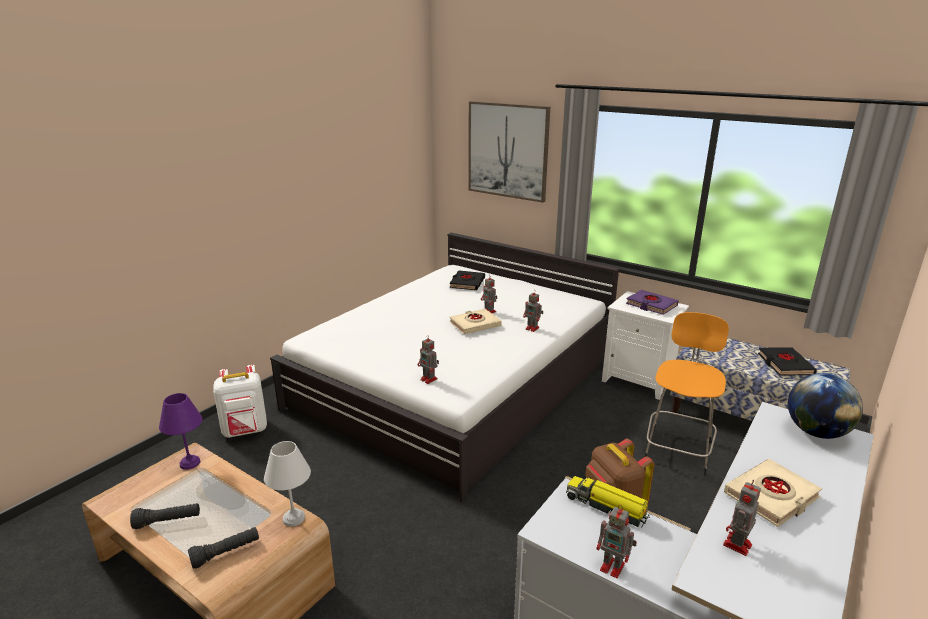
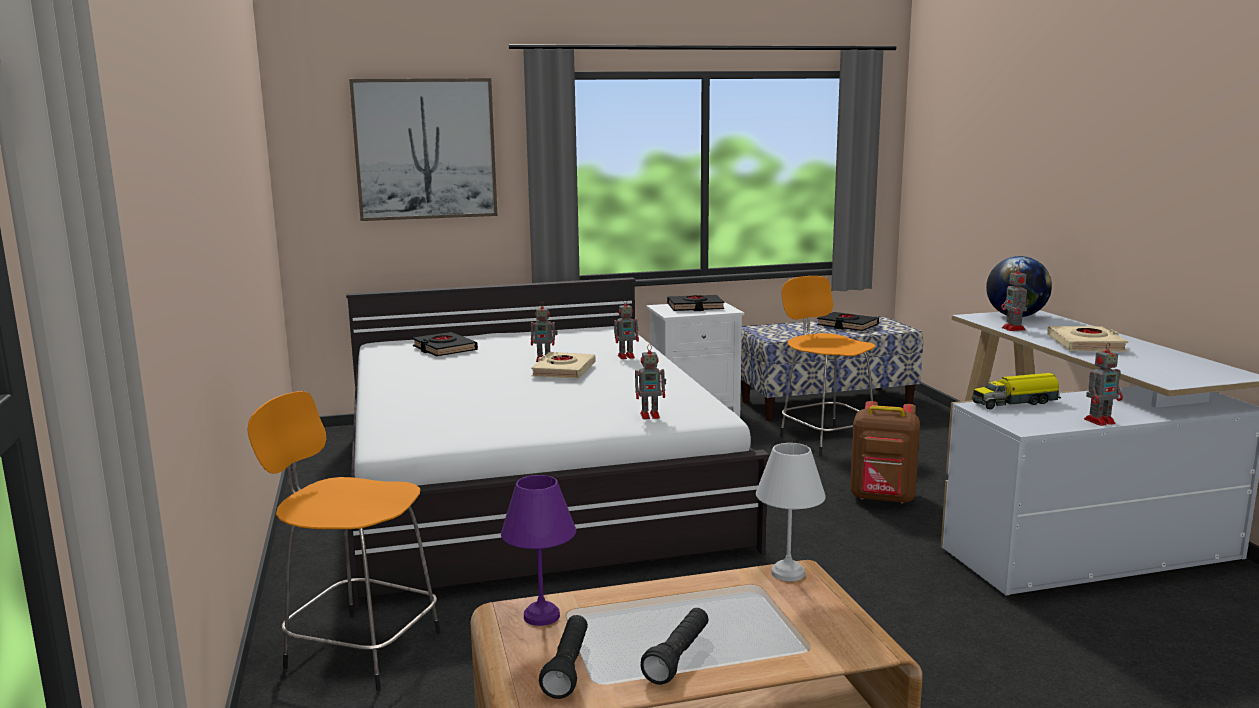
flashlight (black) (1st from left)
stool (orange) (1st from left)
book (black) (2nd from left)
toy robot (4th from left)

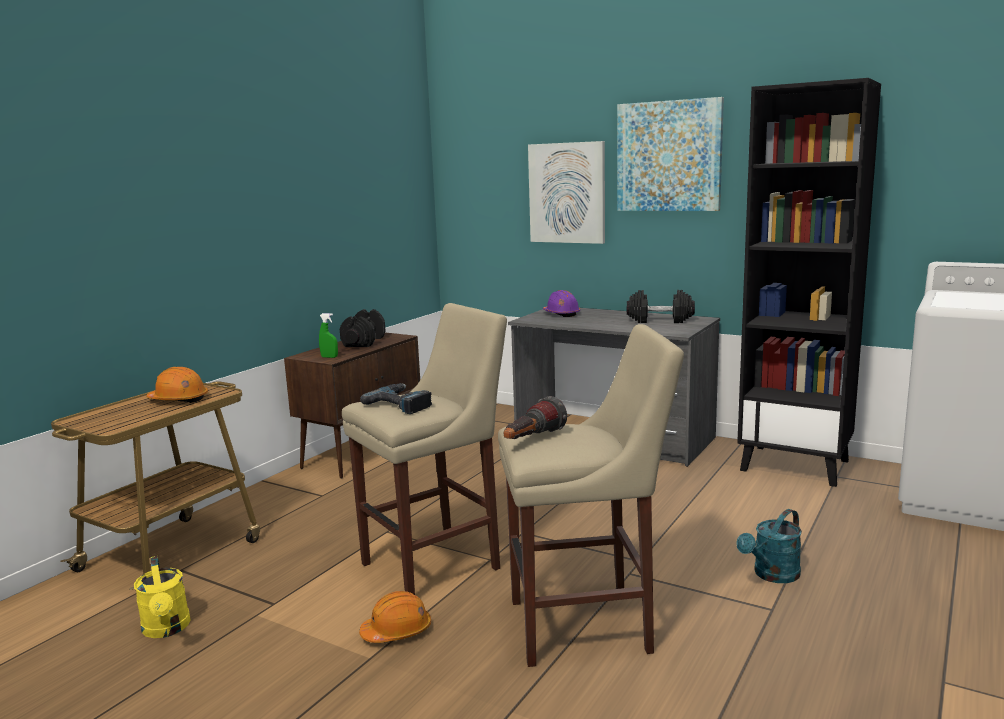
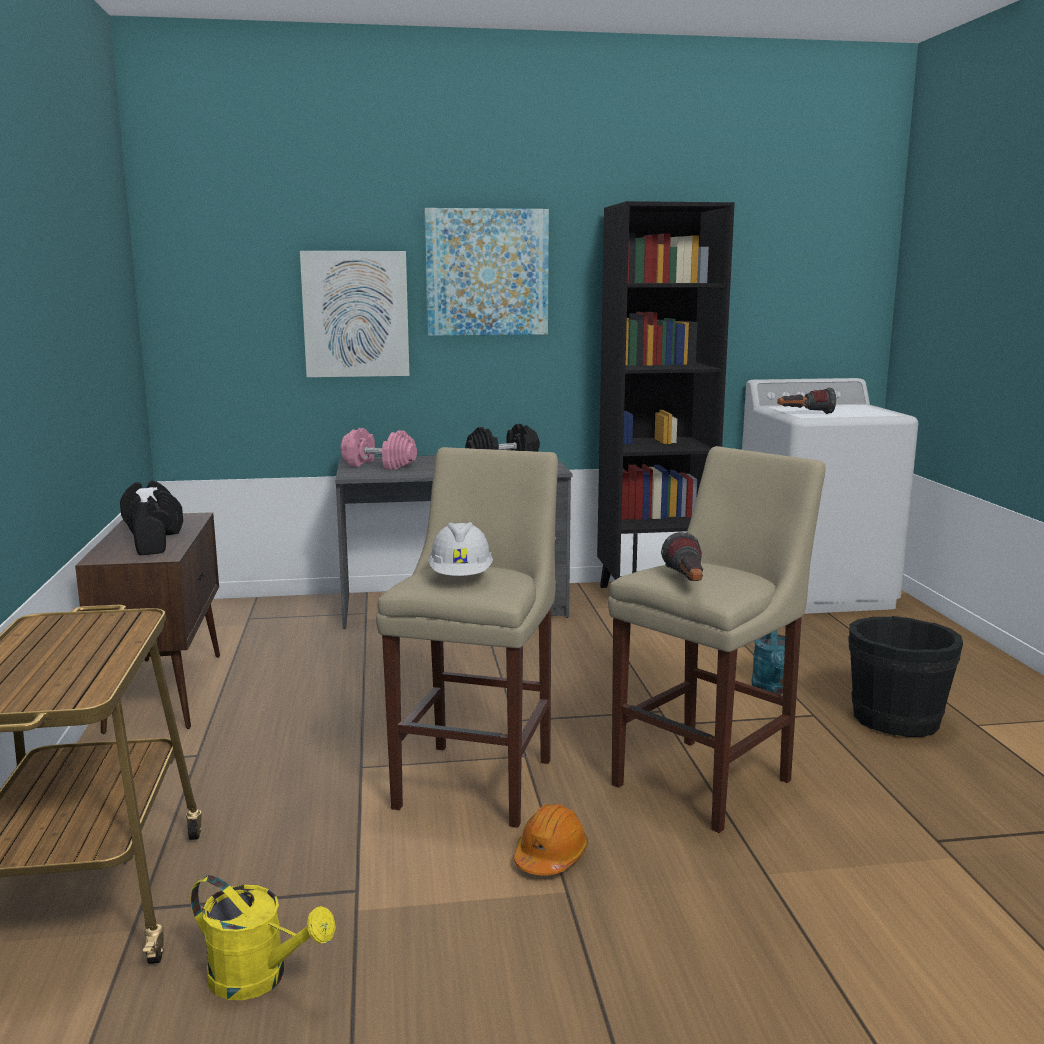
hard hat (orange) (1st from left in the first image)
spray bottle (black)
hard hat (white)
dumbbell (pink)
flashlight (2nd from left)
bucket (black)

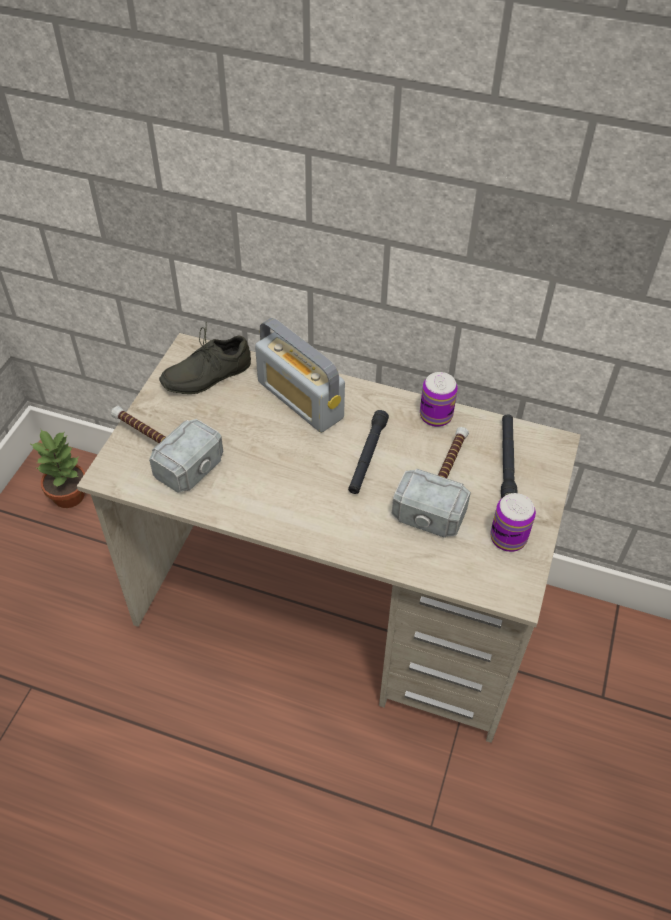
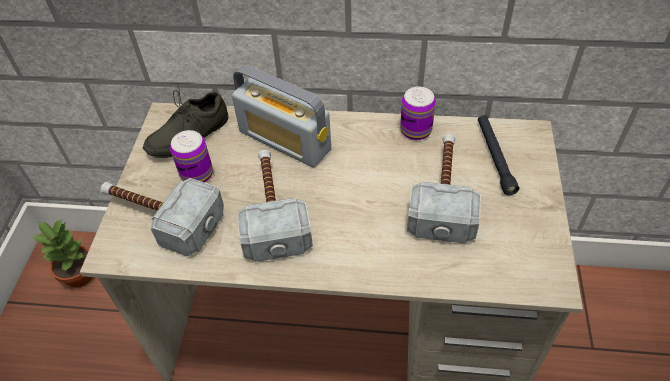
flashlight (black) (1st from left in the first image)
can (1st from left)
hammer (2nd from left)

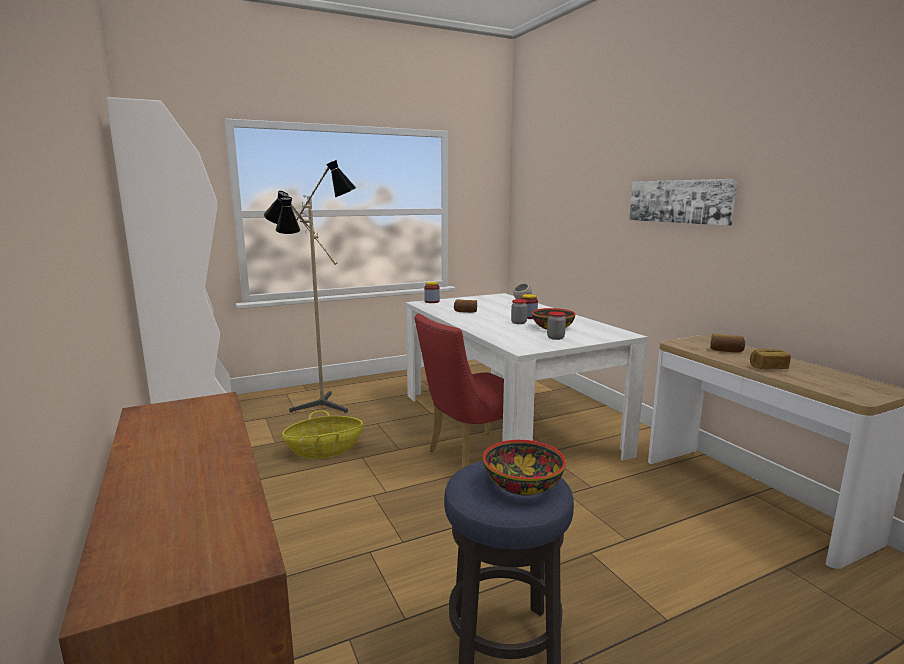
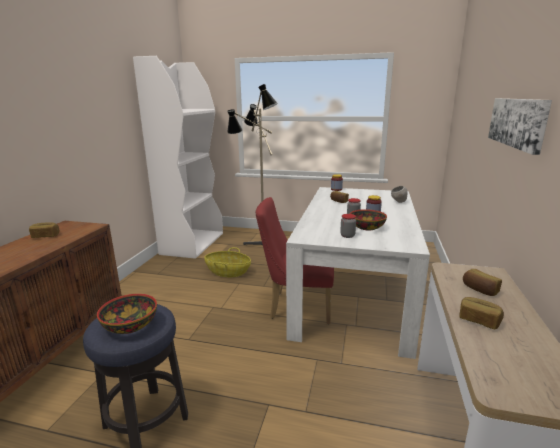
bread (1st from left)

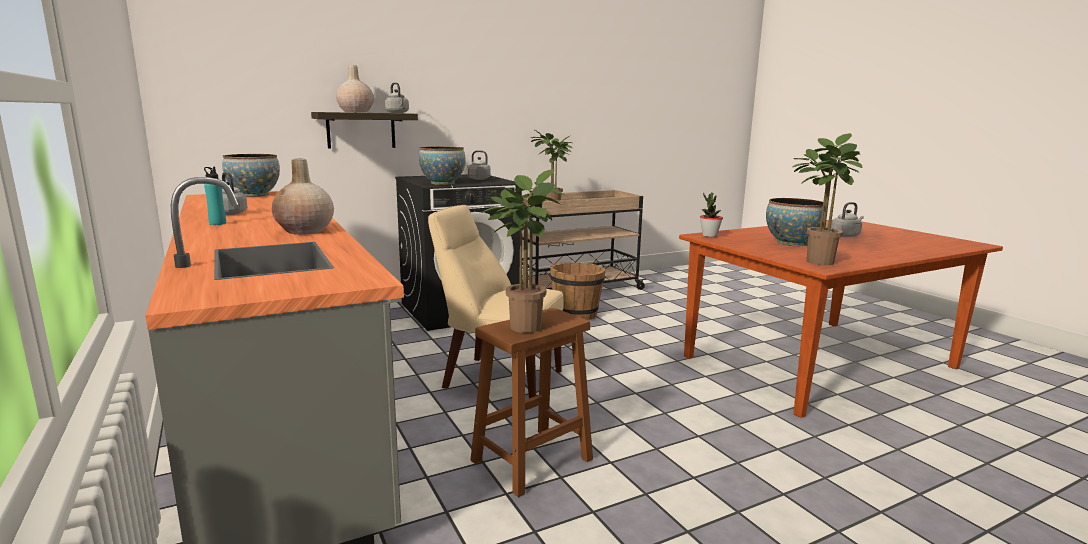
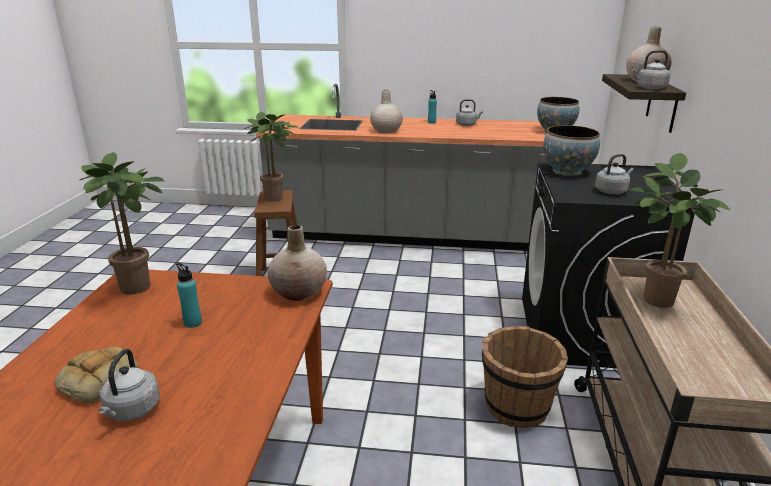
chair (beige)
vase (beige) (1st from left)
bottle (turquoise) (1st from left)
bread

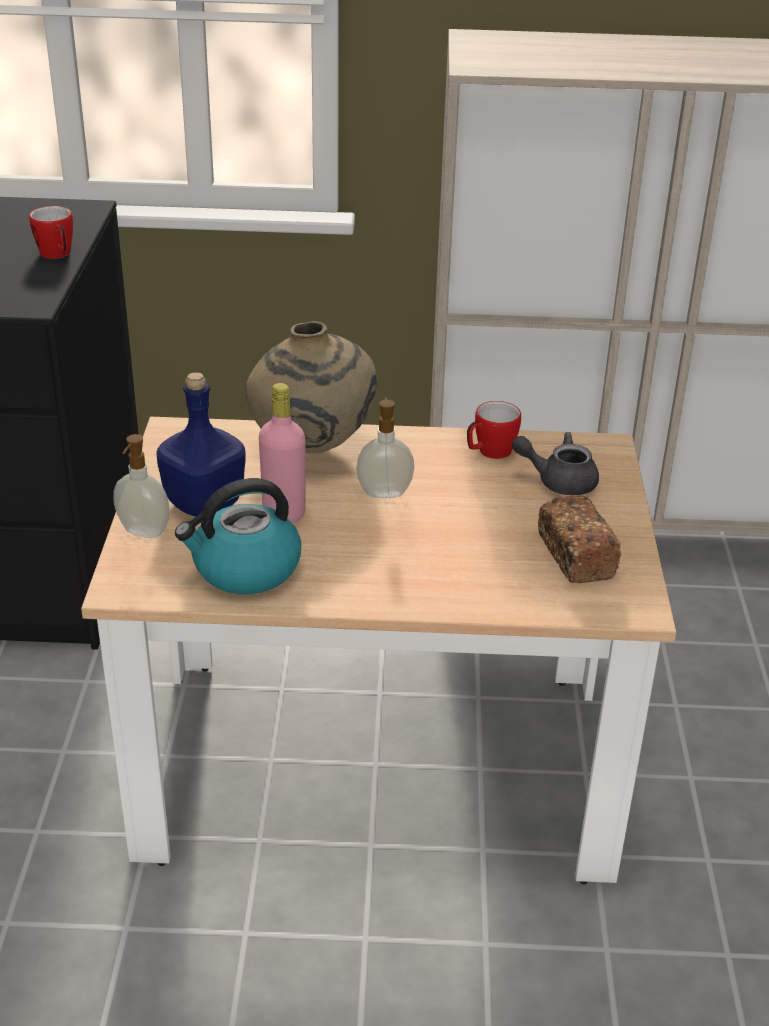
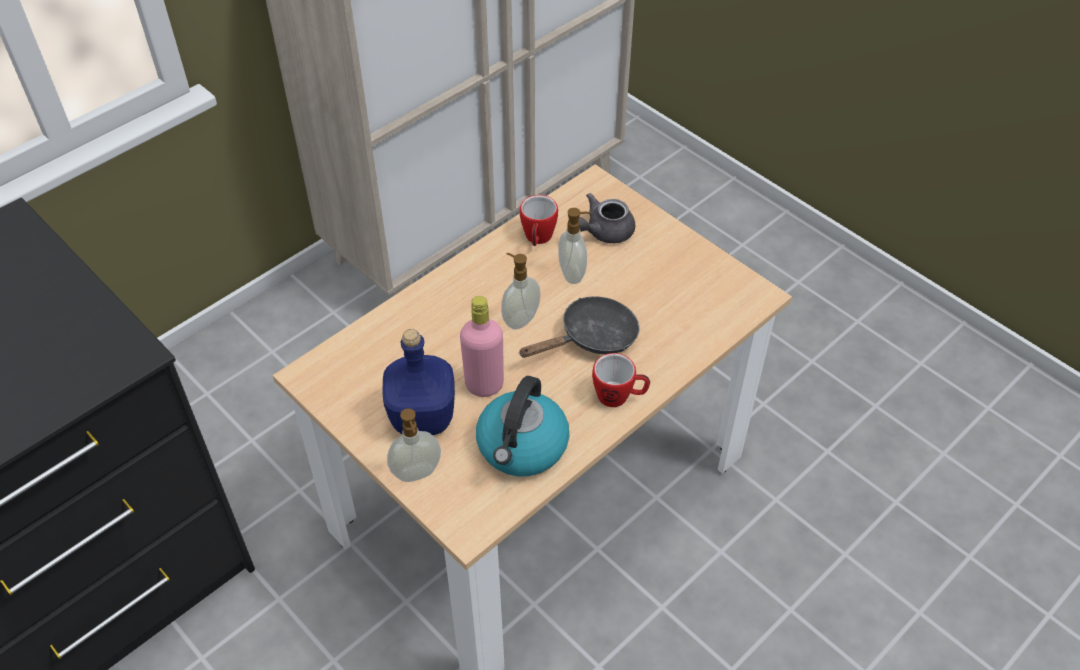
mug (2nd from left)
vase (beige)
bread
frying pan (black)
soap dispenser (3rd from left)

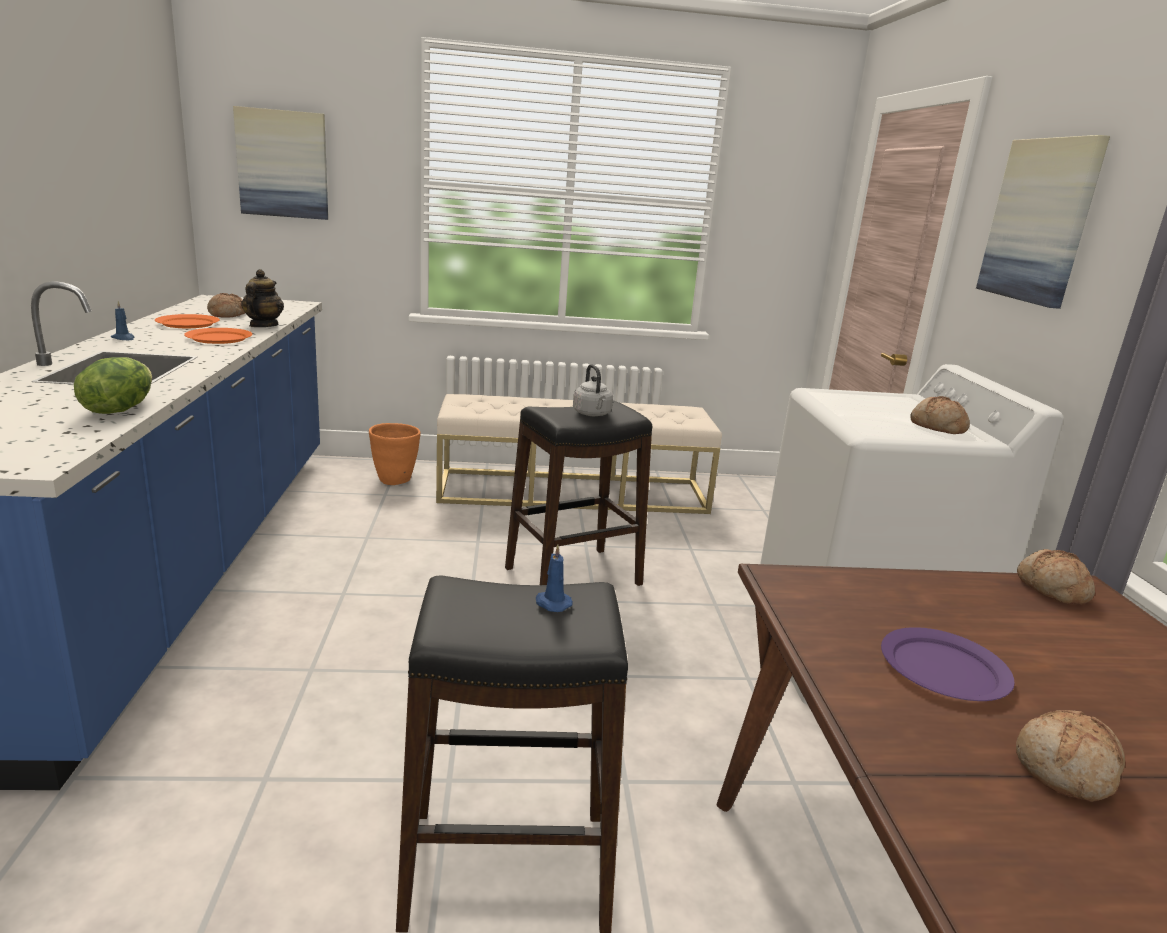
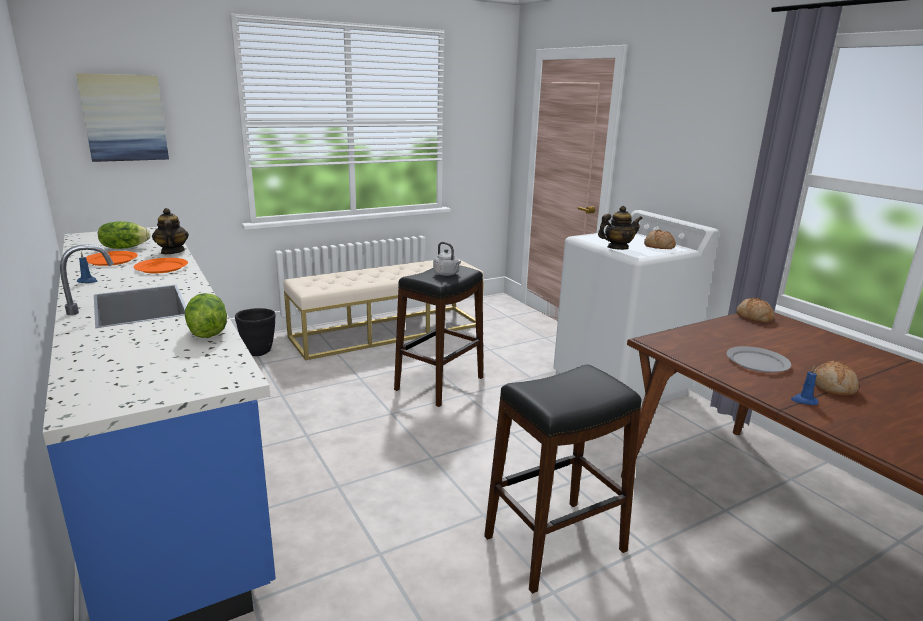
lettuce (1st from left)
planter (black)
candle (blue) (2nd from left)
plate (grey)
picture (2nd from left in the first image)
teapot (2nd from left)

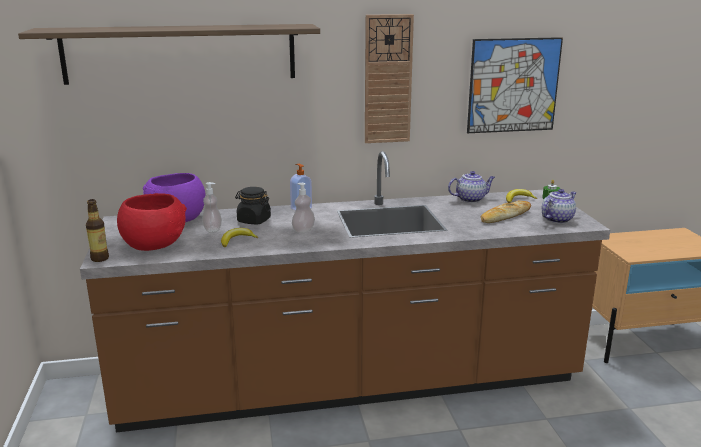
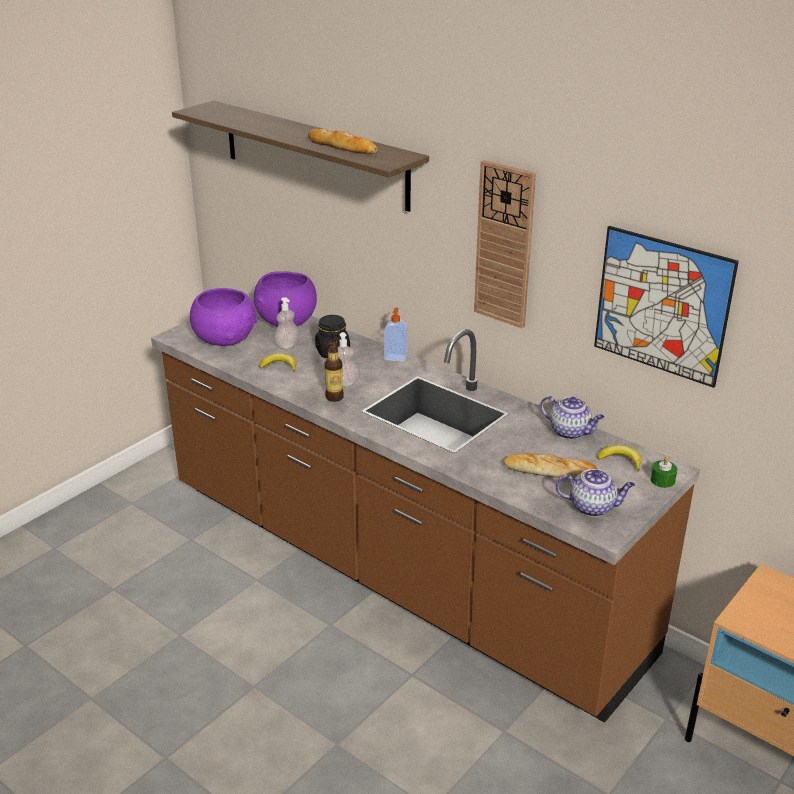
bottle
bowl (purple) (1st from left)
bread (1st from left)

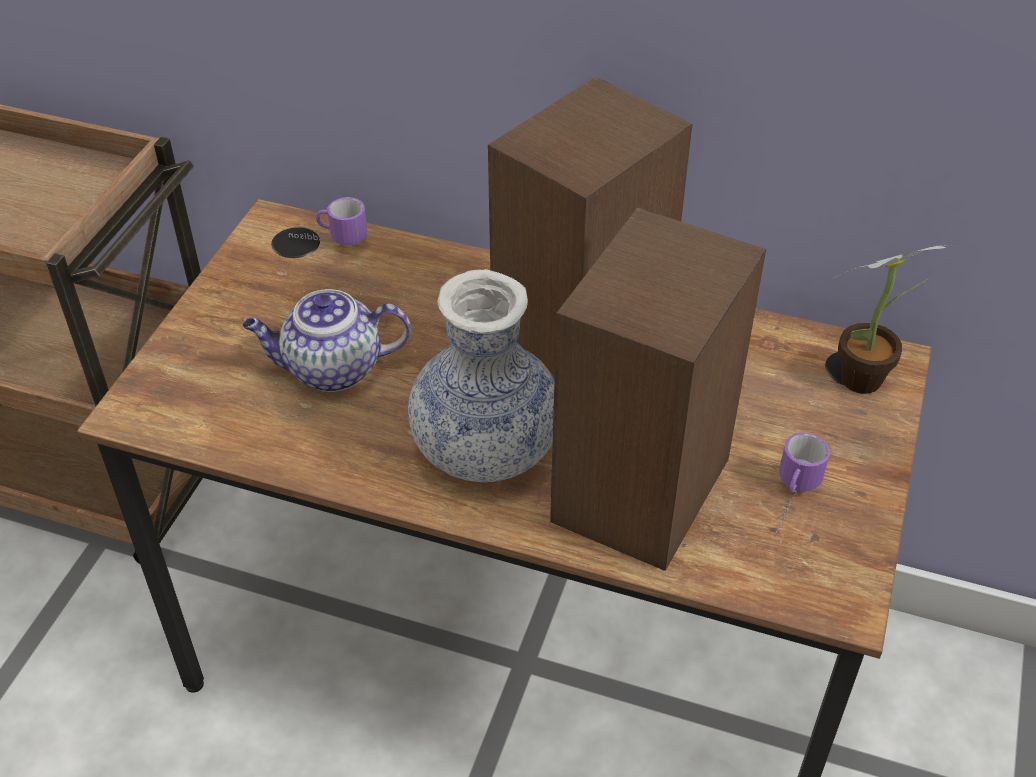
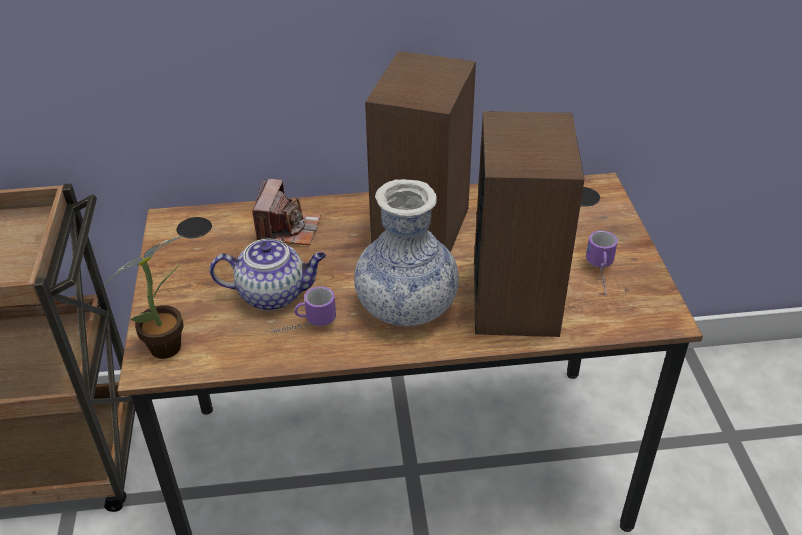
teapot
mug (1st from left)
potted plant
photo camera

